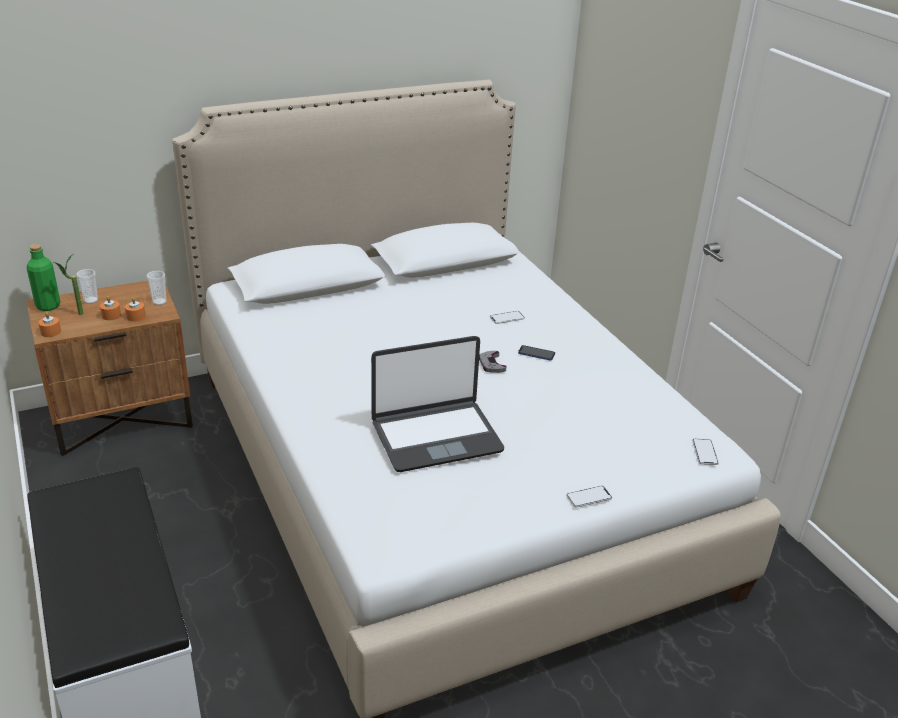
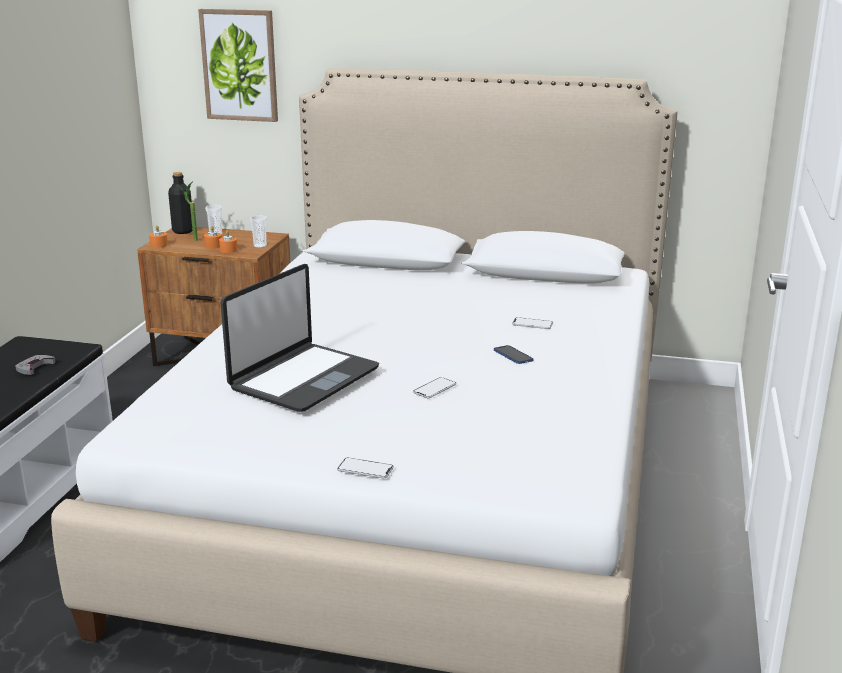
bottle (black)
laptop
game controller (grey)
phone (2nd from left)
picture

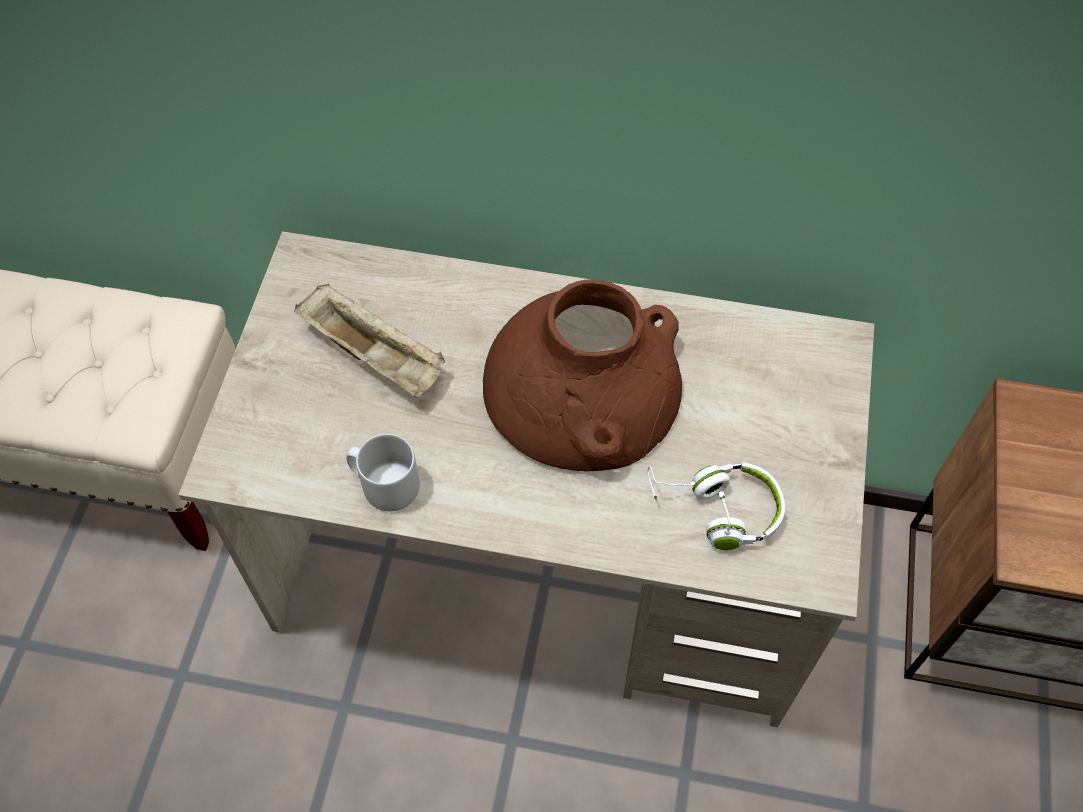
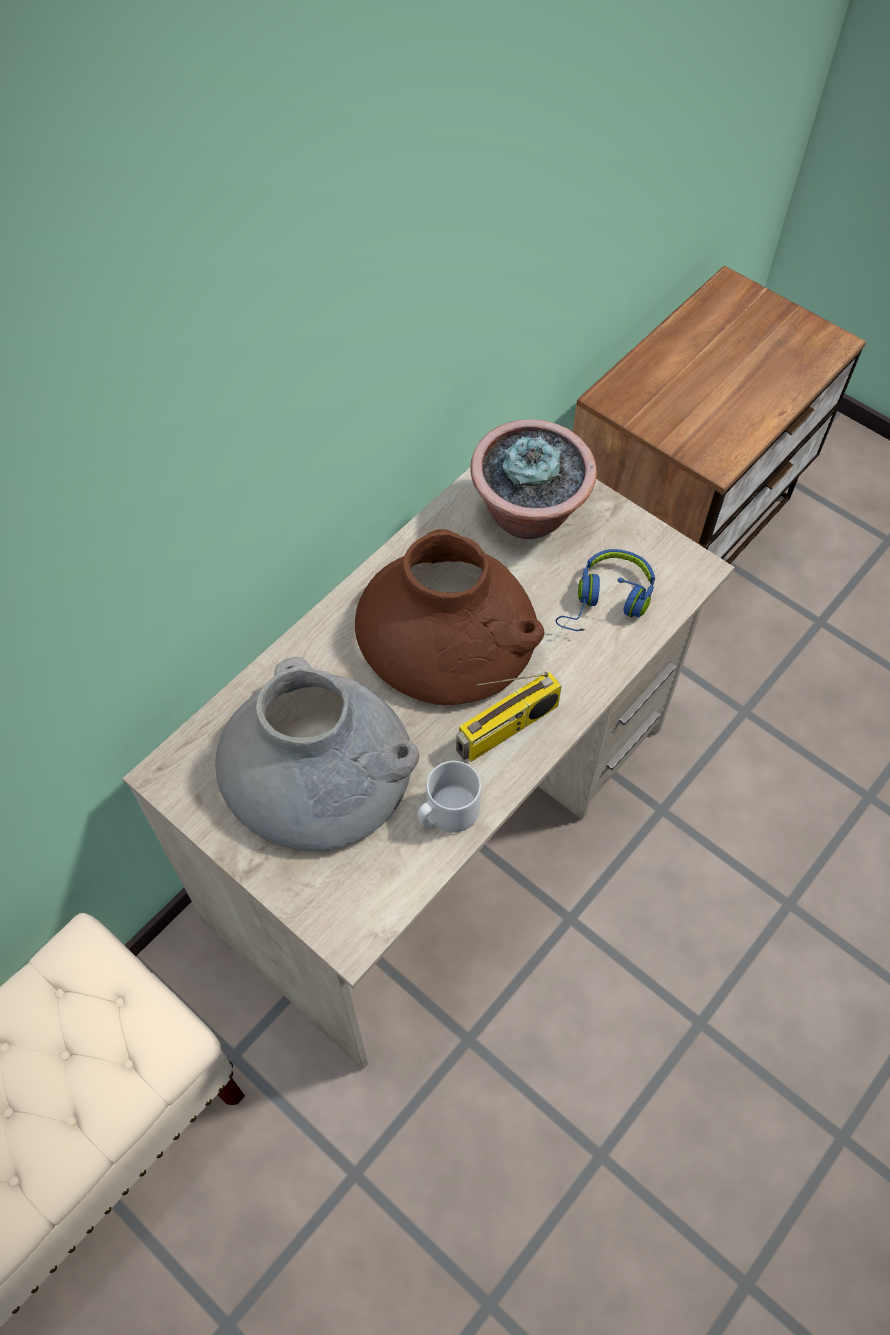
vase (grey)
headphones (blue)
radio
potted plant

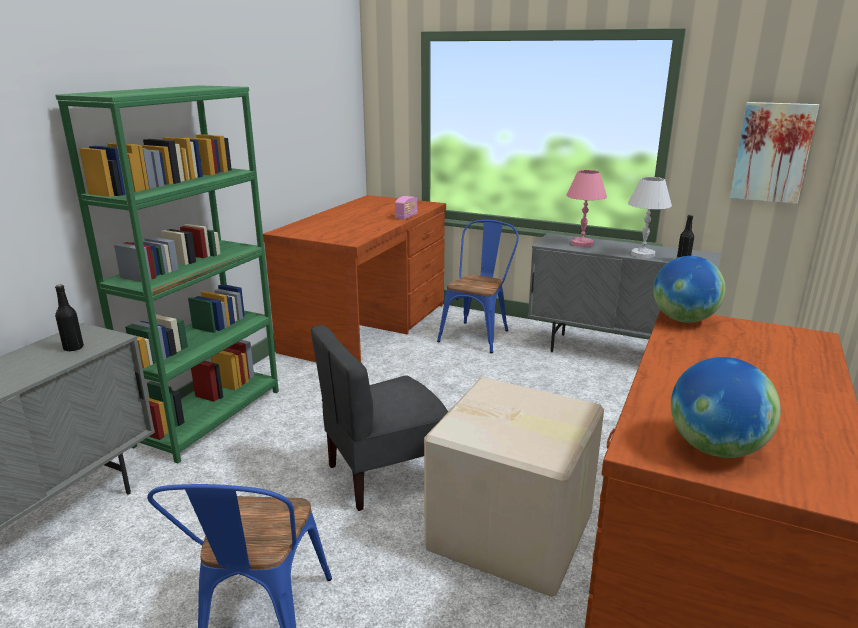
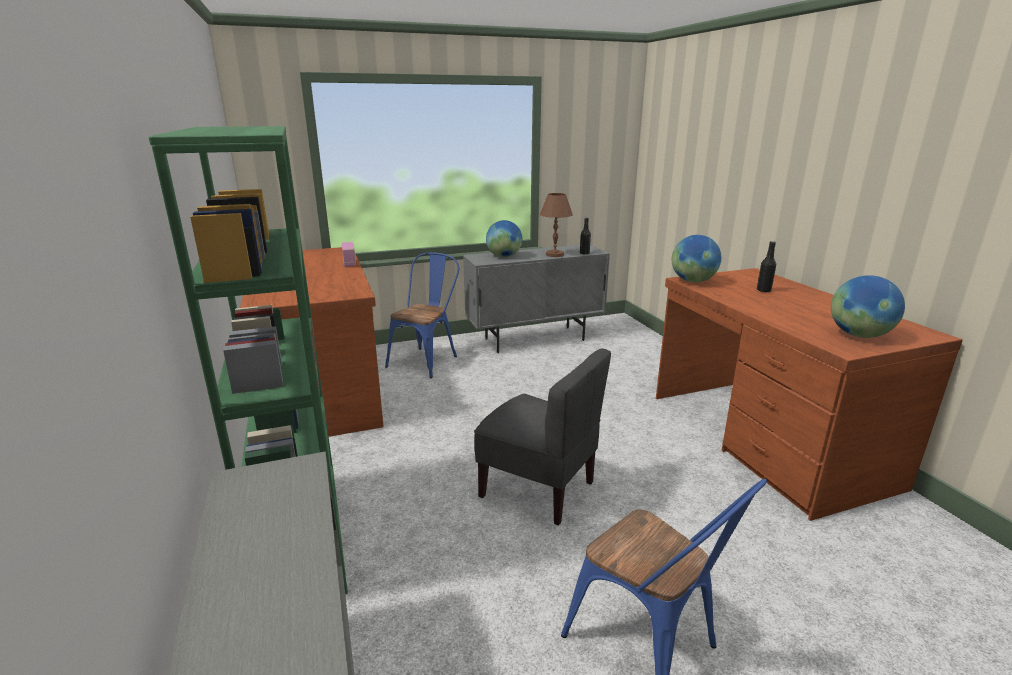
bottle (black) (2nd from left)
chair (grey)
cardboard box
chair (blue) (1st from left)
globe (1st from left)
table lamp (brown)
picture

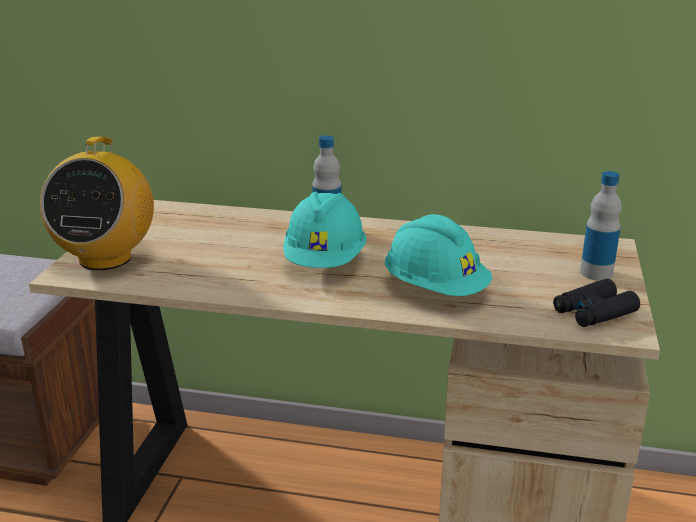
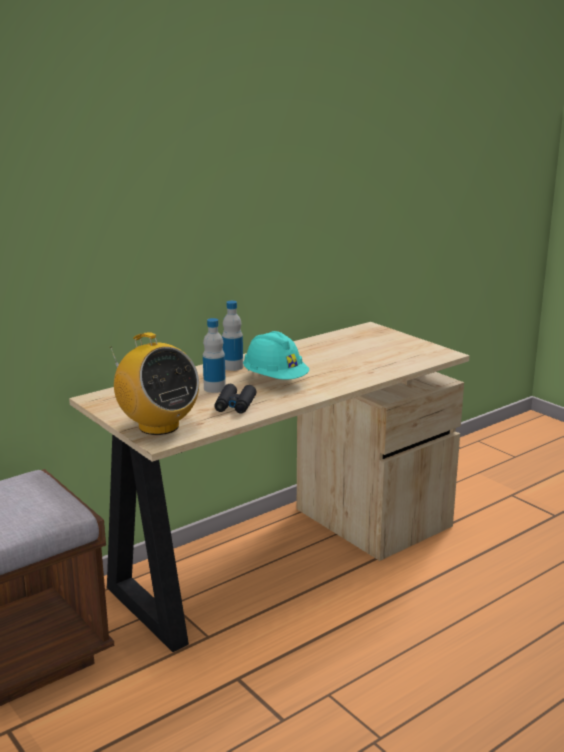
hard hat (turquoise) (2nd from left in the first image)
binoculars (black)
bottle (1st from left)

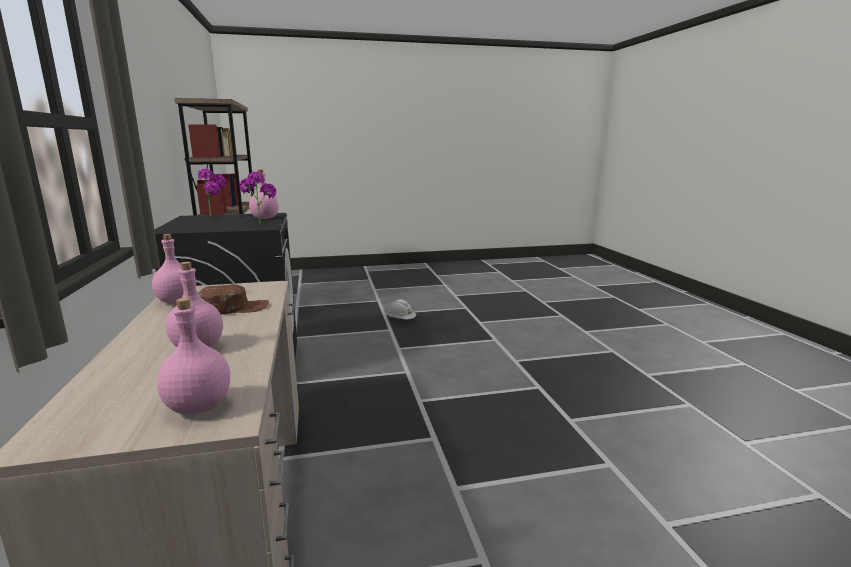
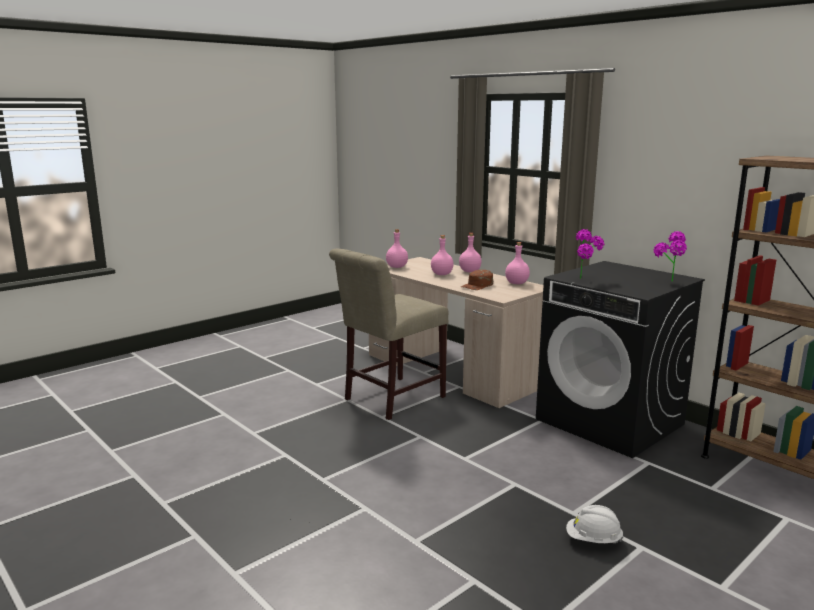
bottle (pink) (3rd from left)
chair (beige)

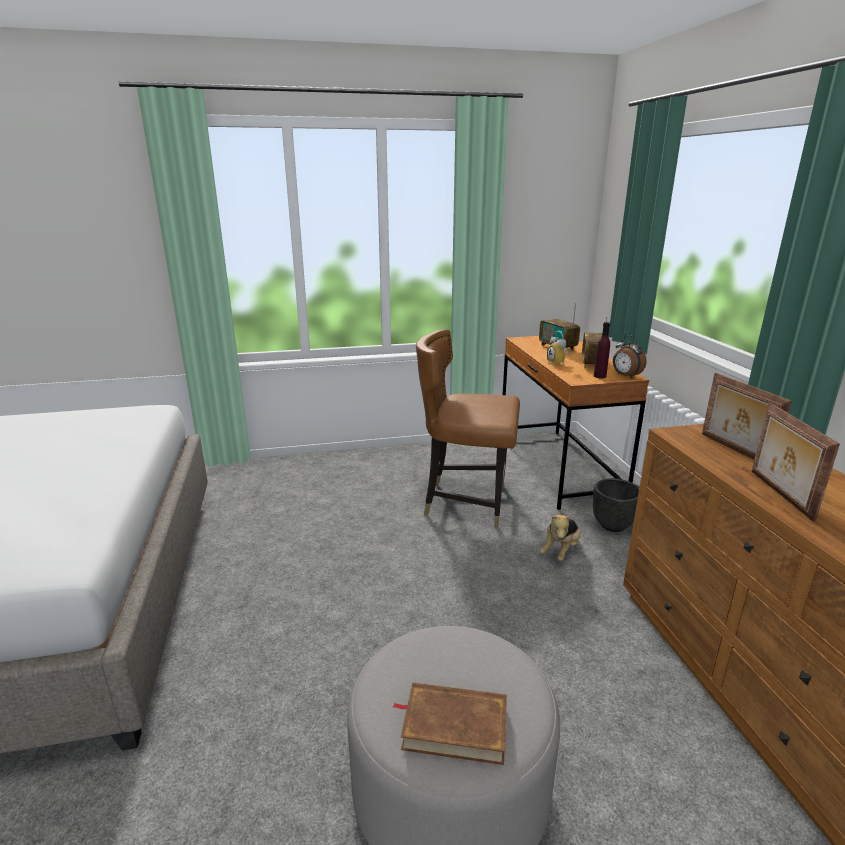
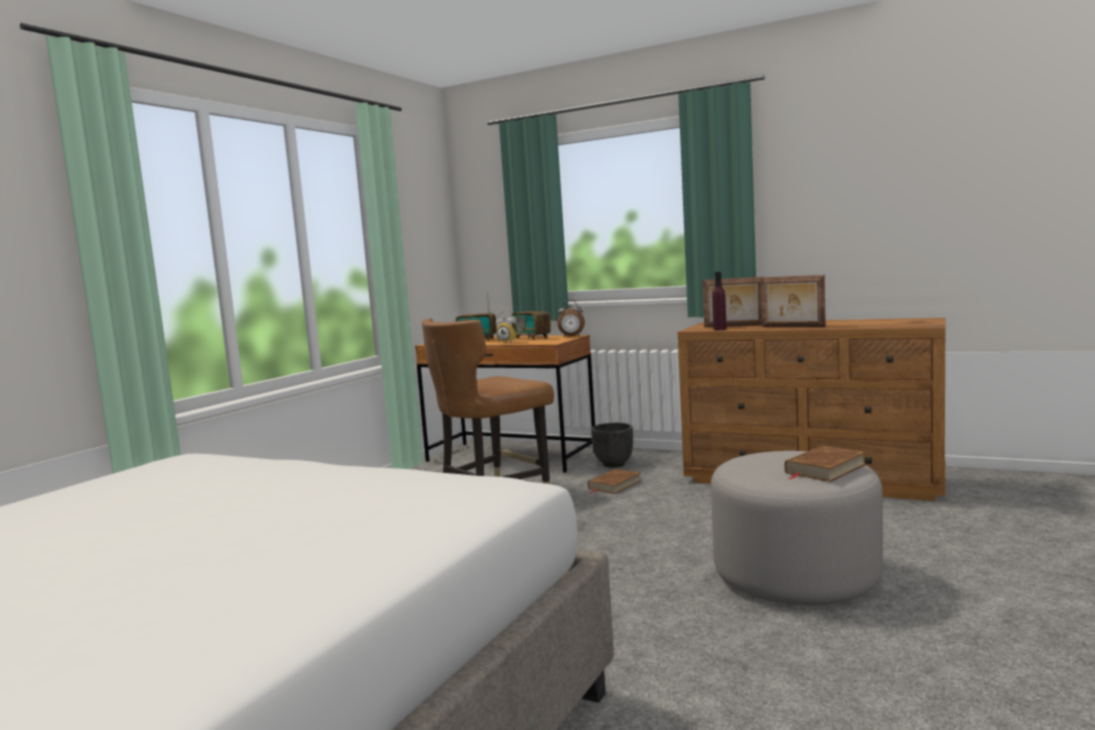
book (brown) (1st from left)
bottle (purple)

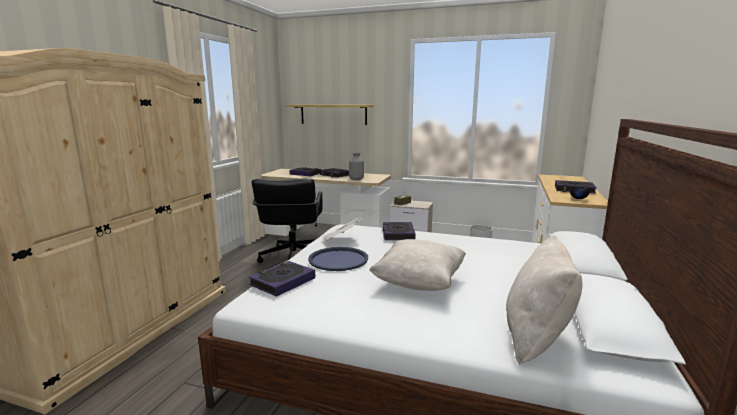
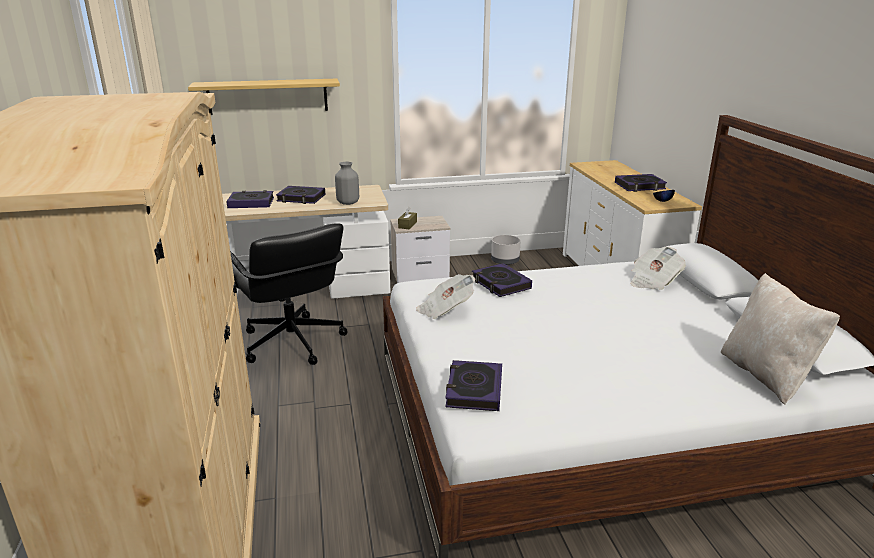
tray (blue)
pillow (beige) (1st from left in the first image)
newspaper (2nd from left)

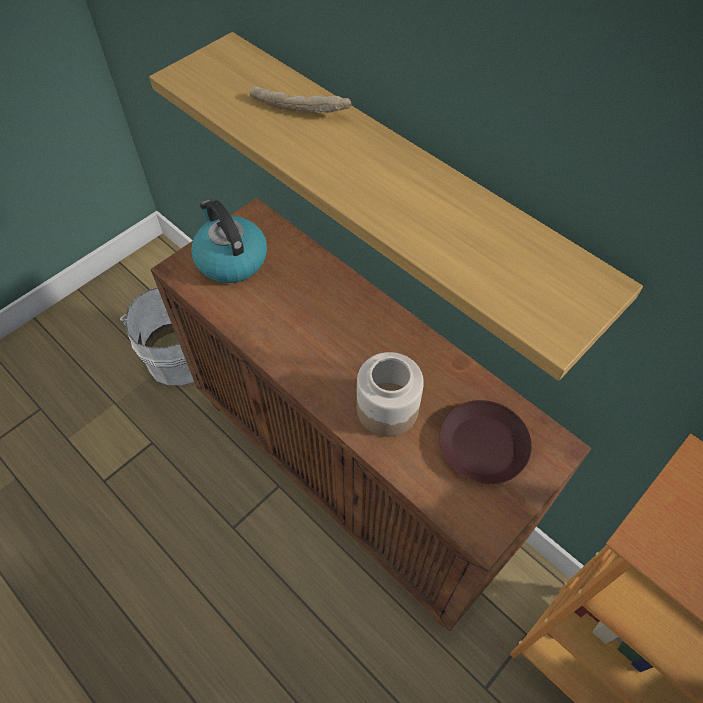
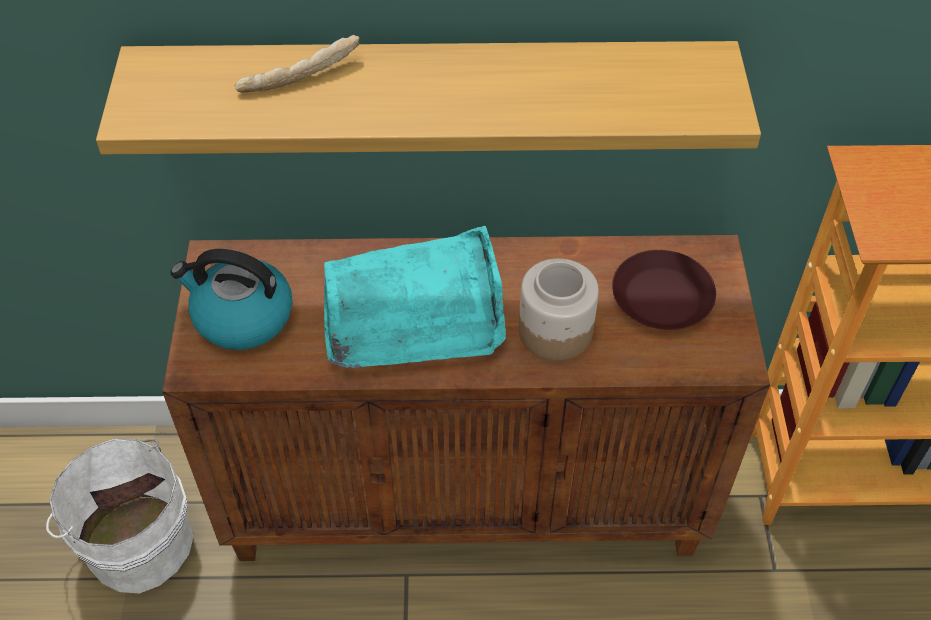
tray (turquoise)

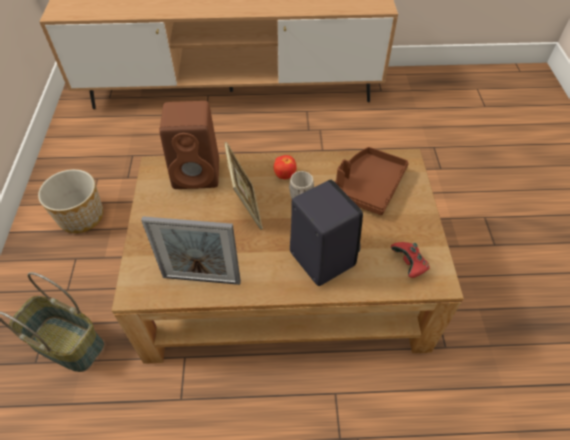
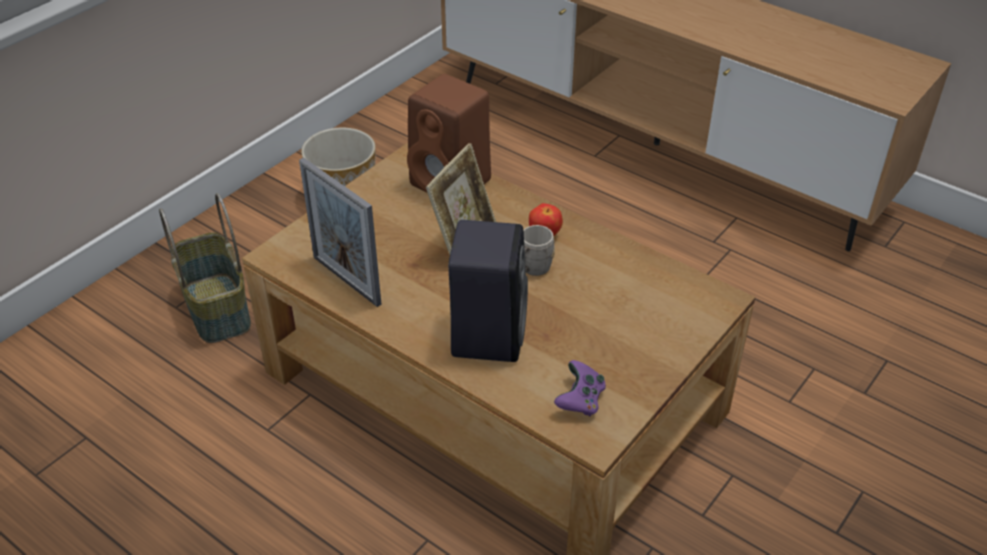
tray (brown)
game controller (purple)

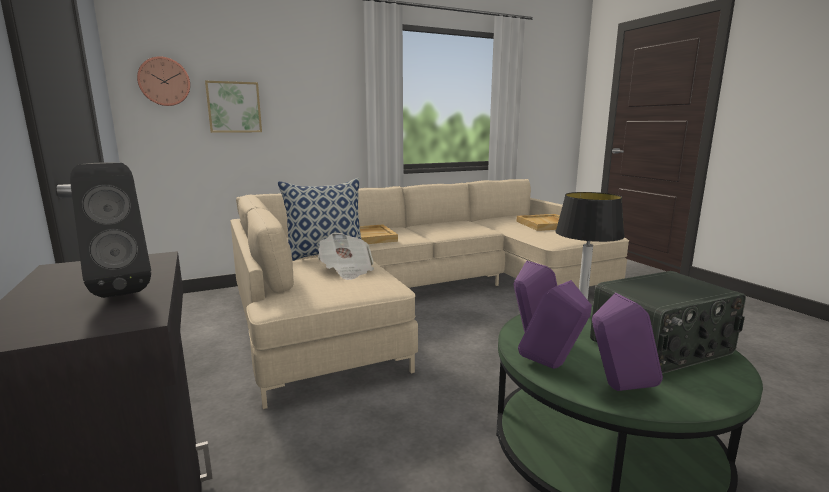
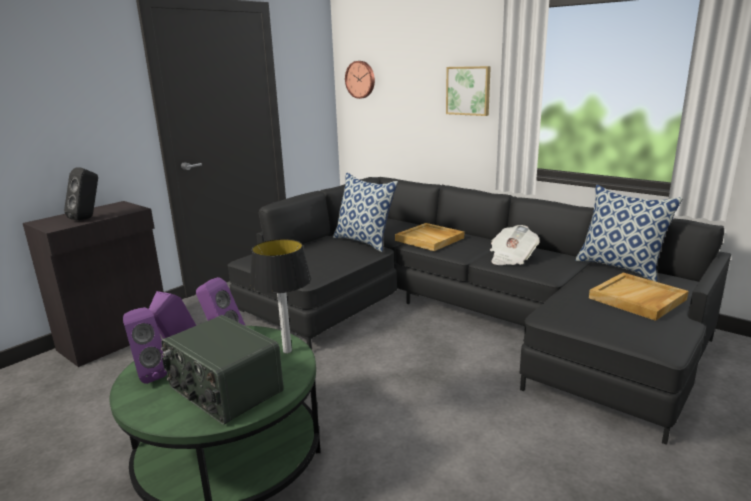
picture
sofa (black)
newspaper
pillow (2nd from left)

